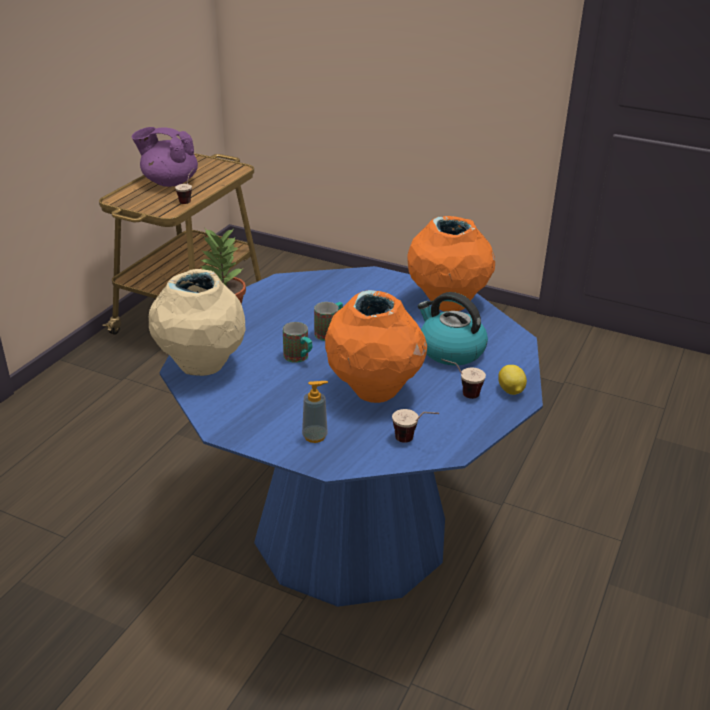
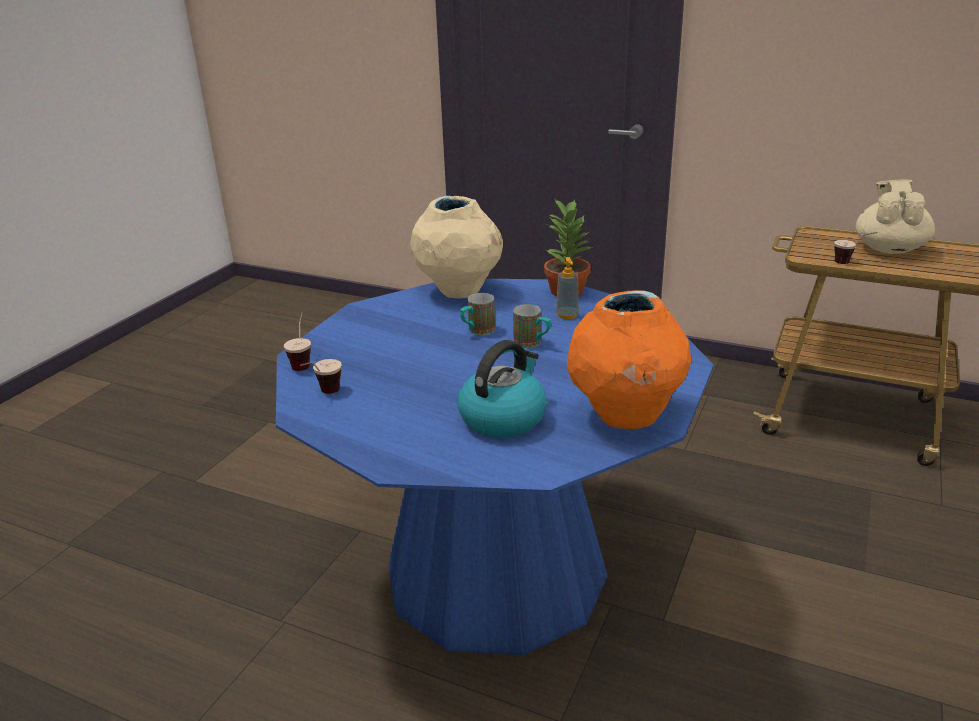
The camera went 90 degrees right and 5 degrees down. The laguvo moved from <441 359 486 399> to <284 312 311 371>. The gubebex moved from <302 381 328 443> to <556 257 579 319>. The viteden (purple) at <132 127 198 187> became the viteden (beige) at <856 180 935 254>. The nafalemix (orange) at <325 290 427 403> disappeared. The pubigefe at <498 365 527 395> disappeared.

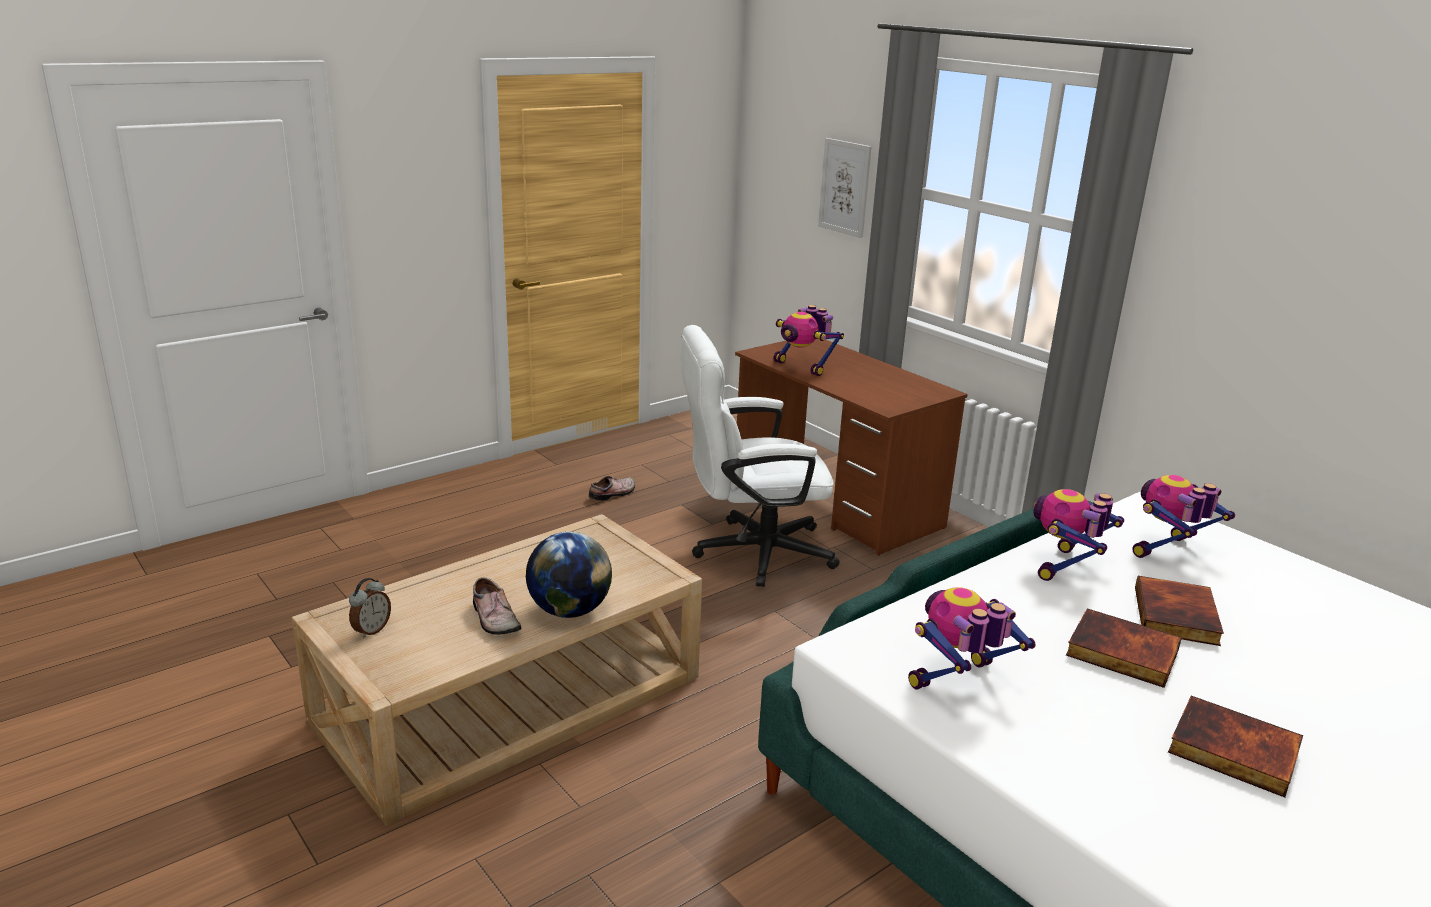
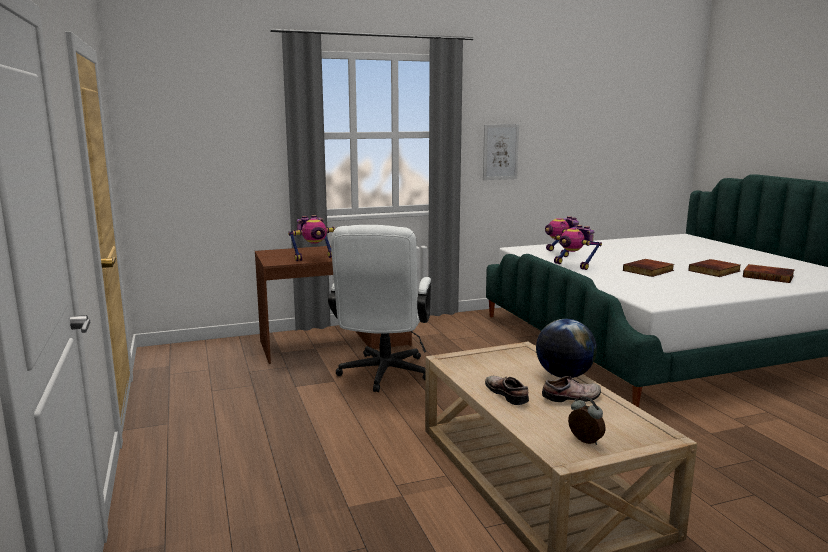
The camera went 70 degrees left and 10 degrees down. The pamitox moved from <818 138 872 238> to <483 124 519 180>. The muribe moved from <589 476 635 501> to <485 376 529 405>. The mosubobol moved from <1135 576 1224 646> to <743 264 795 283>. The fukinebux at <908 587 1036 690> disappeared.

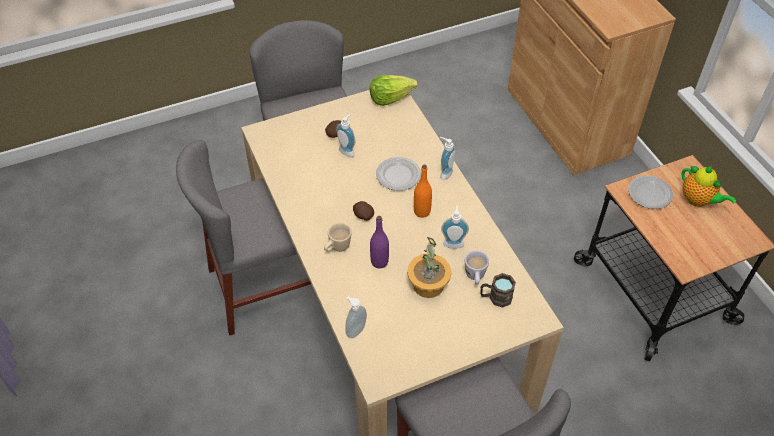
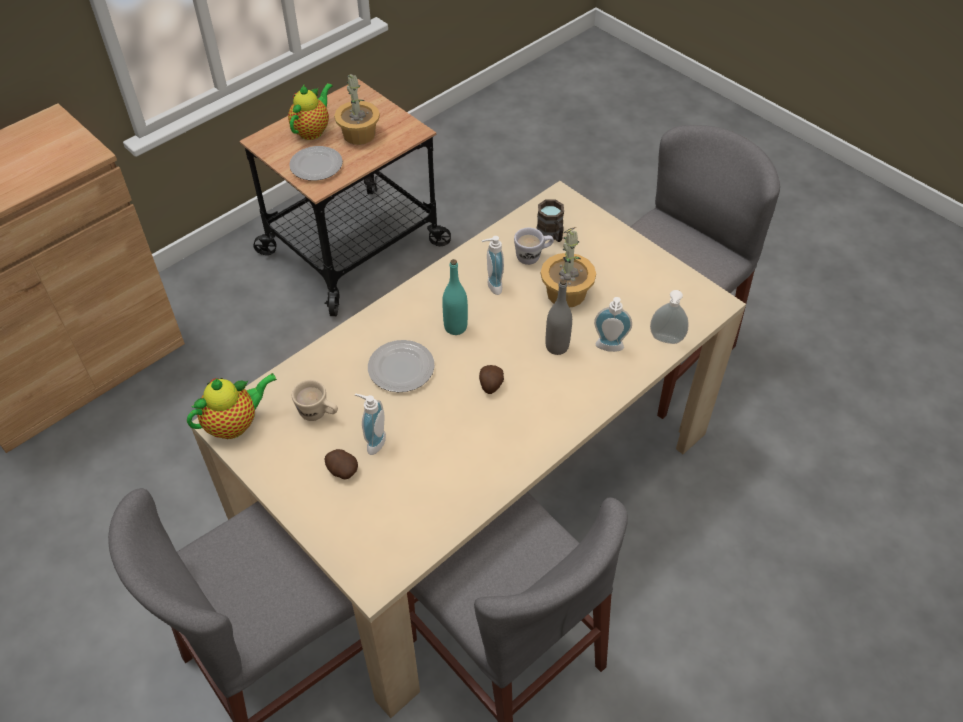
The camera went 110 degrees left and 0 degrees up. The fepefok at <370 75 418 106> was replaced by the viteden at <187 373 277 439>. The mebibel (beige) moved from <324 223 352 252> to <292 380 338 421>. The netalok at <334 74 380 145> appeared. The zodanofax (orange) at <414 165 432 218> became the zodanofax (turquoise) at <442 259 468 335>. The zodanofax (purple) at <370 216 389 268> became the zodanofax (grey) at <545 279 572 355>. The gubebex moved from <440 137 455 180> to <594 297 632 352>.

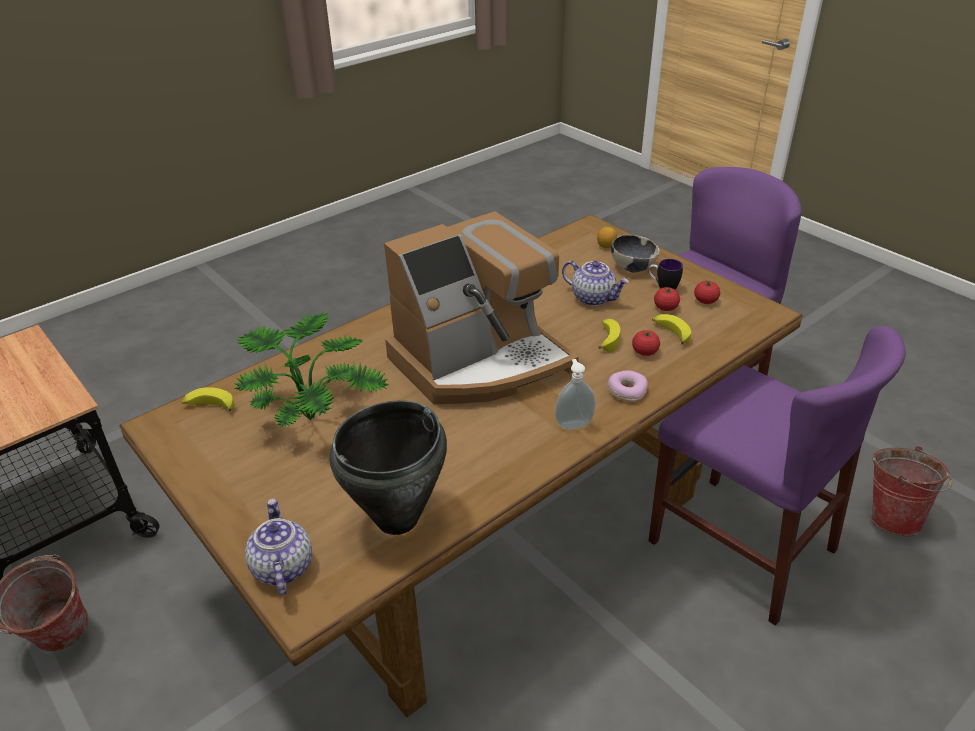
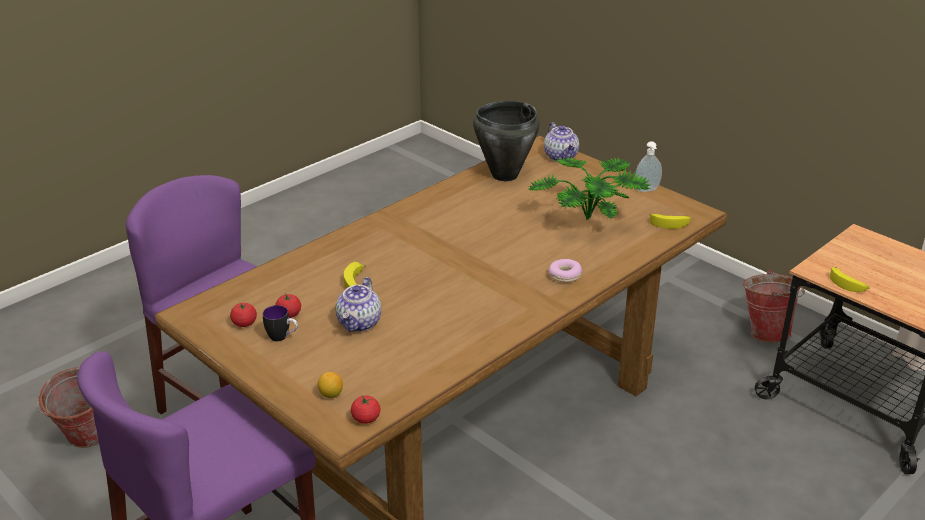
The camera went 175 degrees right and 5 degrees down. The viteden at <562 261 629 306> turned 105 degrees counterclockwise. The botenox moved from <632 330 660 356> to <351 396 380 424>. The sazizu moved from <607 370 648 402> to <549 259 582 283>. The gubebex moved from <555 359 596 429> to <635 141 662 192>. The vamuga moved from <652 314 691 344> to <830 267 870 292>. The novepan at <384 211 579 404> disappeared. The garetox at <611 235 660 272> disappeared.

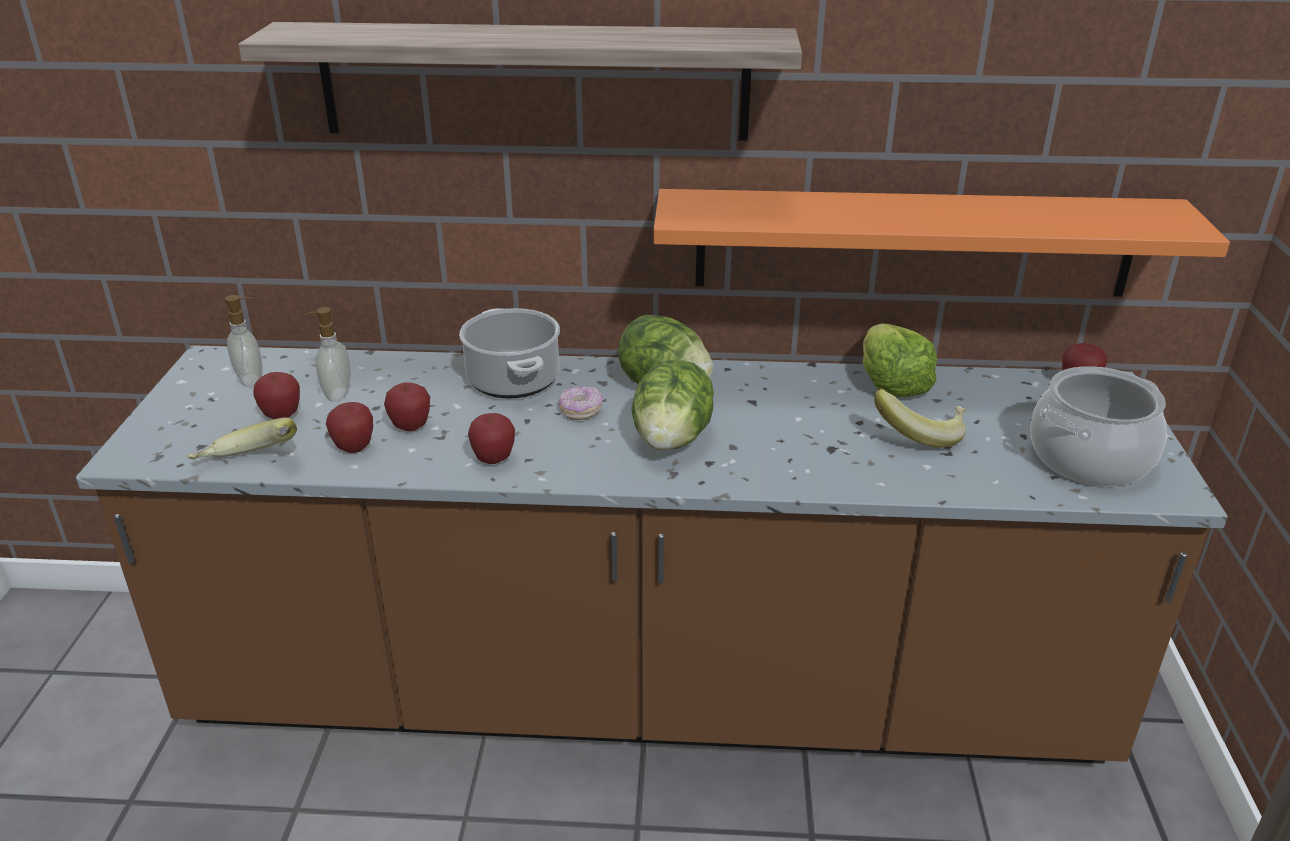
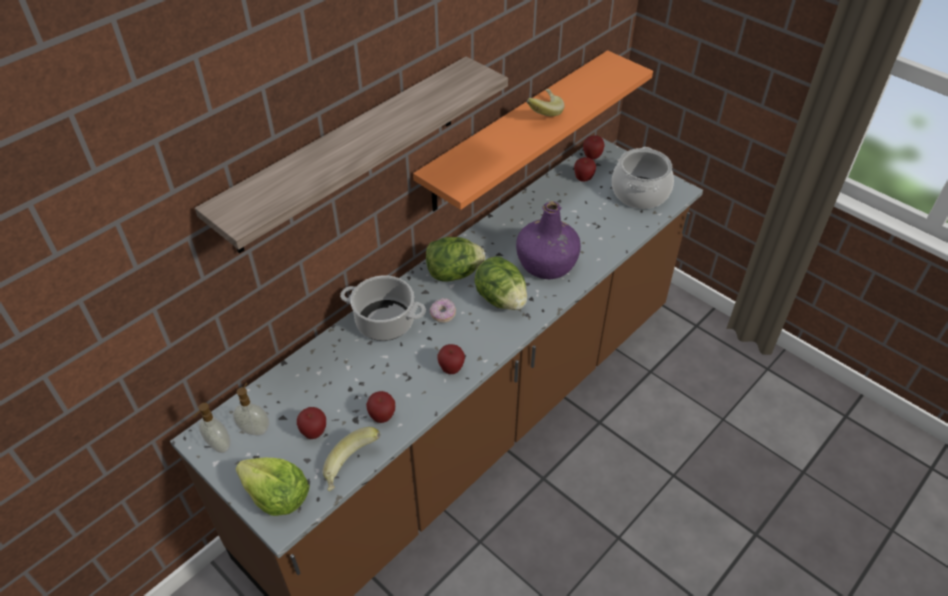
The camera went 50 degrees left and 15 degrees up. The gubebex moved from <305 307 351 401> to <193 403 231 453>. The fepefok moved from <863 324 937 397> to <236 458 310 516>. The zodanofax (purple) at <516 201 581 279> appeared. The vamuga moved from <874 389 966 448> to <526 89 565 116>. The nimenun moved from <384 382 430 431> to <574 157 596 182>.

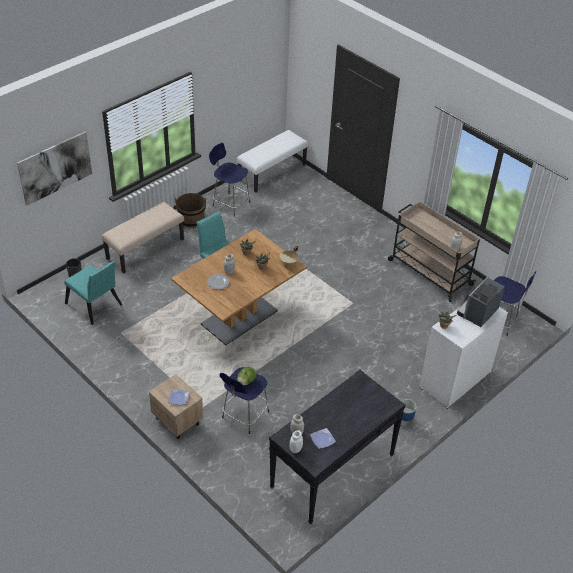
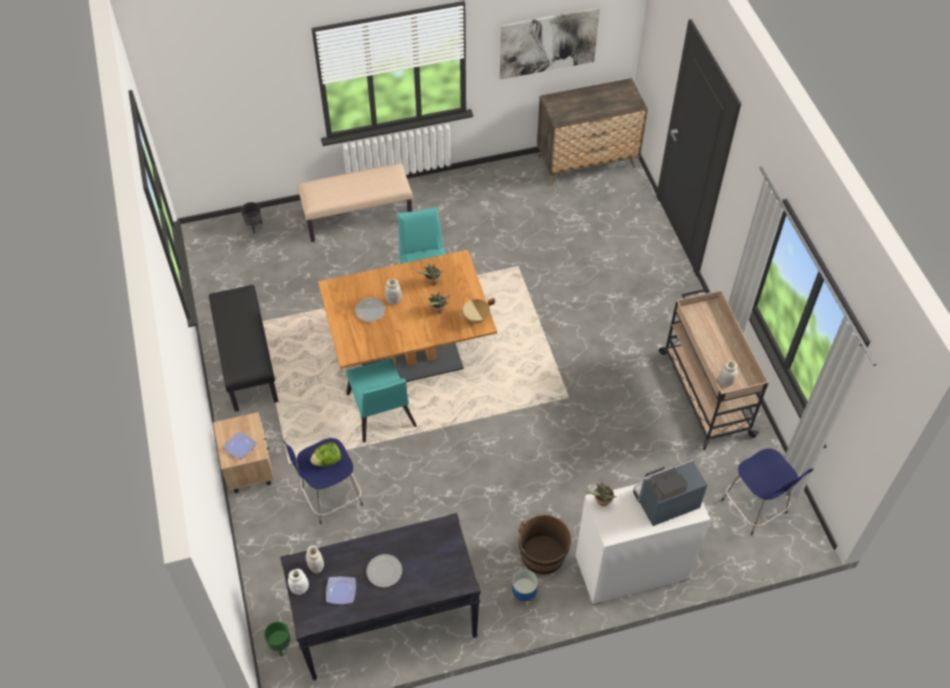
The camera went 30 degrees right and 10 degrees up. The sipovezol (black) at <209 285 279 412> appeared. The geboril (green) at <264 622 291 656> appeared. The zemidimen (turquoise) moved from <64 261 122 325> to <346 358 417 443>. The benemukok at <366 554 402 587> appeared. The pamitox moved from <17 131 92 206> to <500 7 600 80>. The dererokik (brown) moved from <175 193 206 228> to <518 515 572 575>. The sipovezol (white) at <237 130 308 193> was replaced by the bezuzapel at <537 78 648 186>. The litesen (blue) at <209 143 250 217> disappeared.

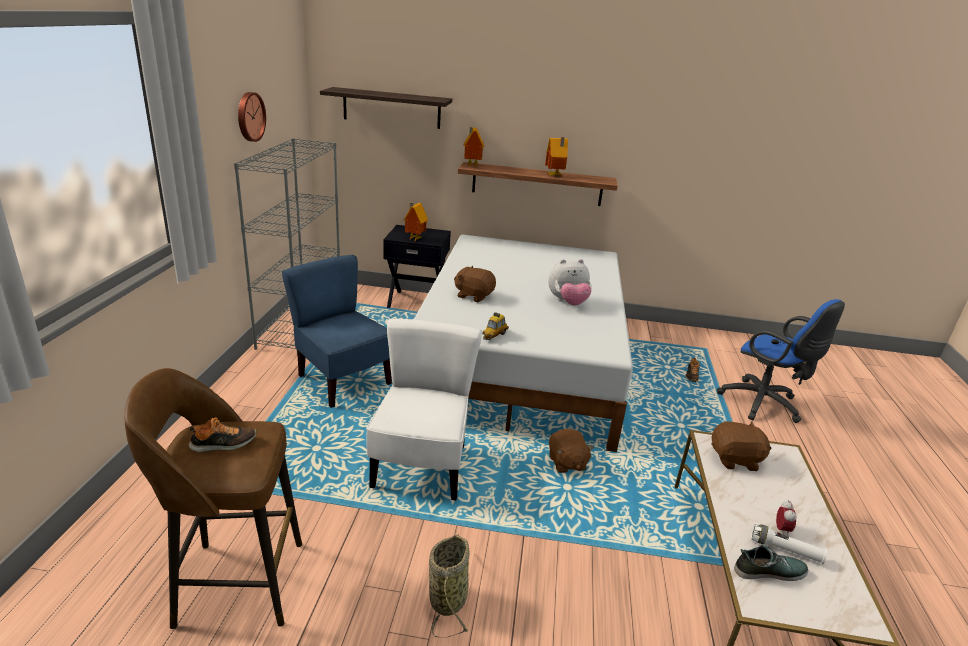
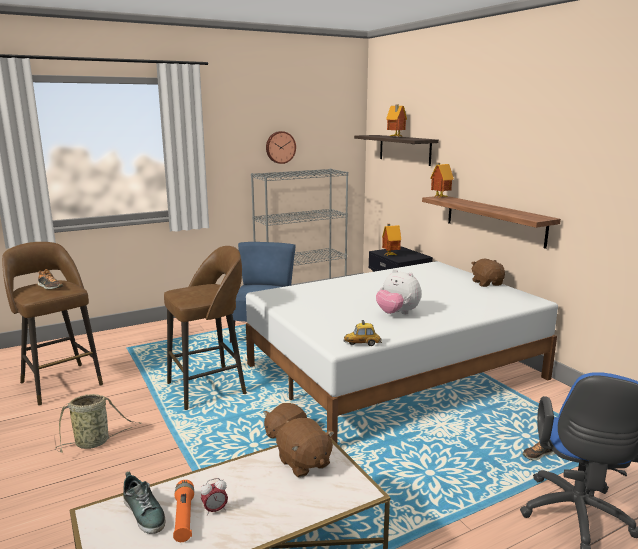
The camera went 55 degrees right and 10 degrees down. The zemidimen (white) at <366 319 482 500> was replaced by the litesen (brown) at <164 246 247 410>. The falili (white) at <751 523 827 564> became the falili (orange) at <173 480 194 542>. The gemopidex moved from <482 312 509 340> to <343 320 382 346>. The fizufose moved from <545 137 568 176> to <386 104 407 137>. The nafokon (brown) moved from <454 265 496 302> to <471 259 505 287>.

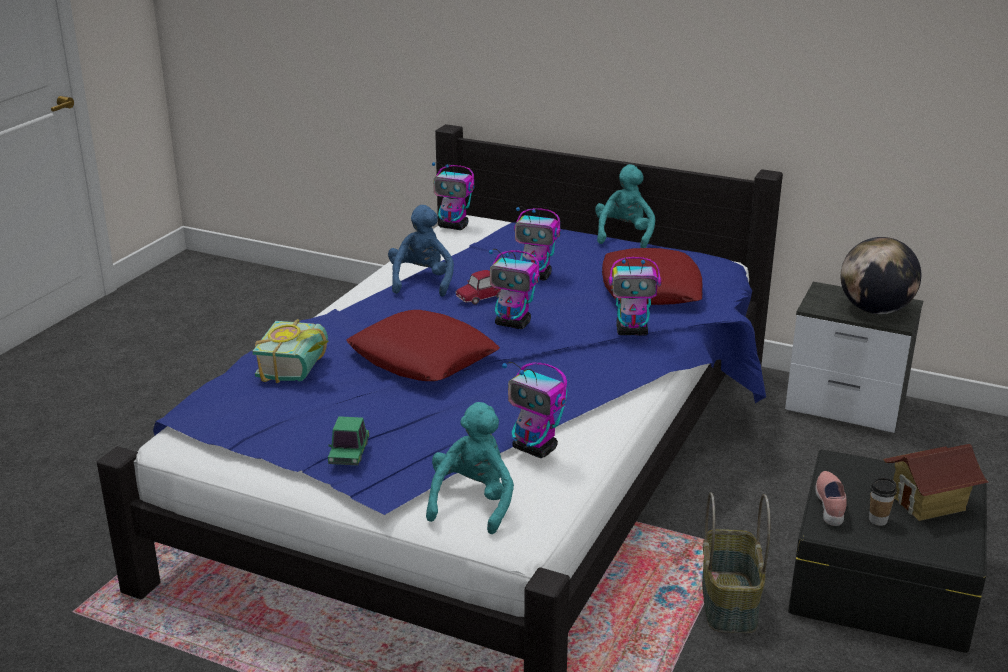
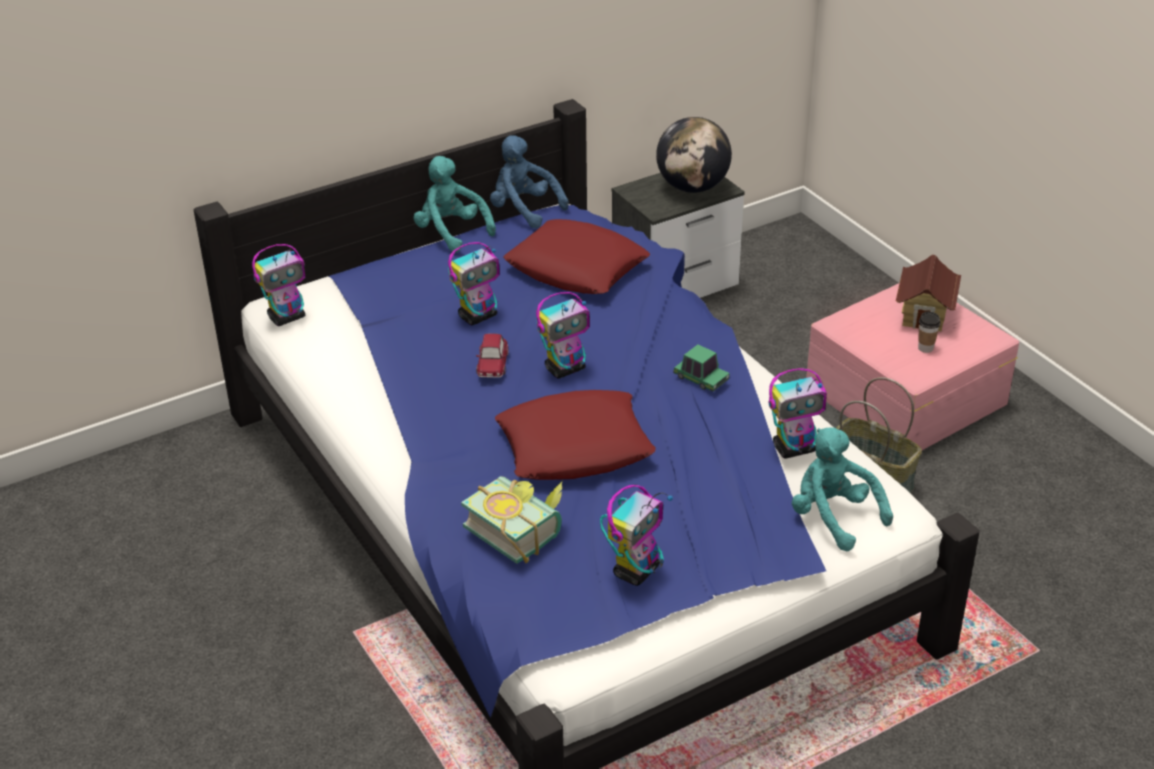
The camera went 55 degrees left and 10 degrees up. The nafokon (blue) moved from <388 205 454 297> to <490 135 569 228>. The fukinebux moved from <608 257 661 335> to <600 485 673 586>. The gemopidex moved from <328 416 369 466> to <673 344 729 392>. The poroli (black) at <788 450 987 653> became the poroli (pink) at <806 283 1019 450>. The muribe (pink) at <815 471 847 526> disappeared.

